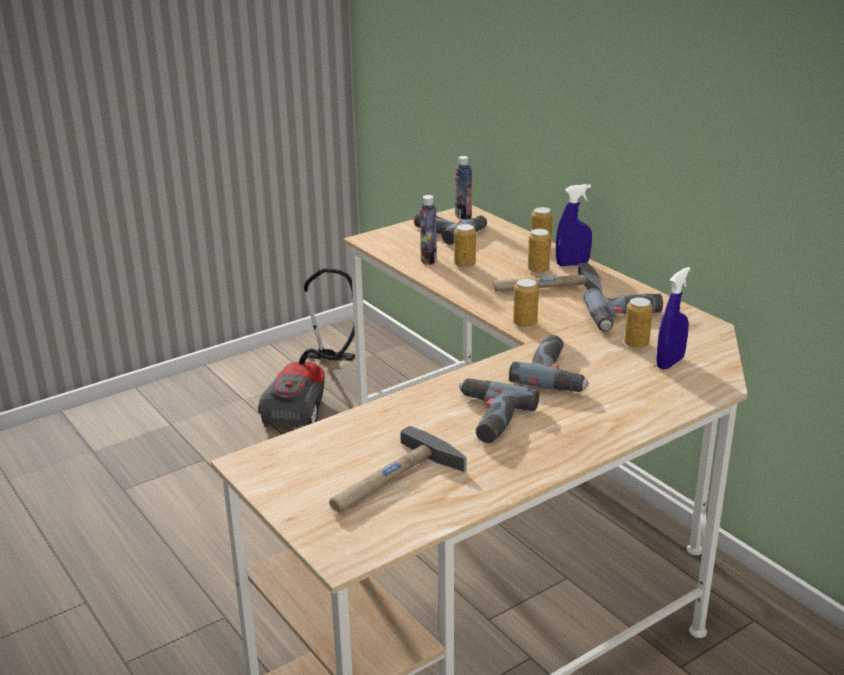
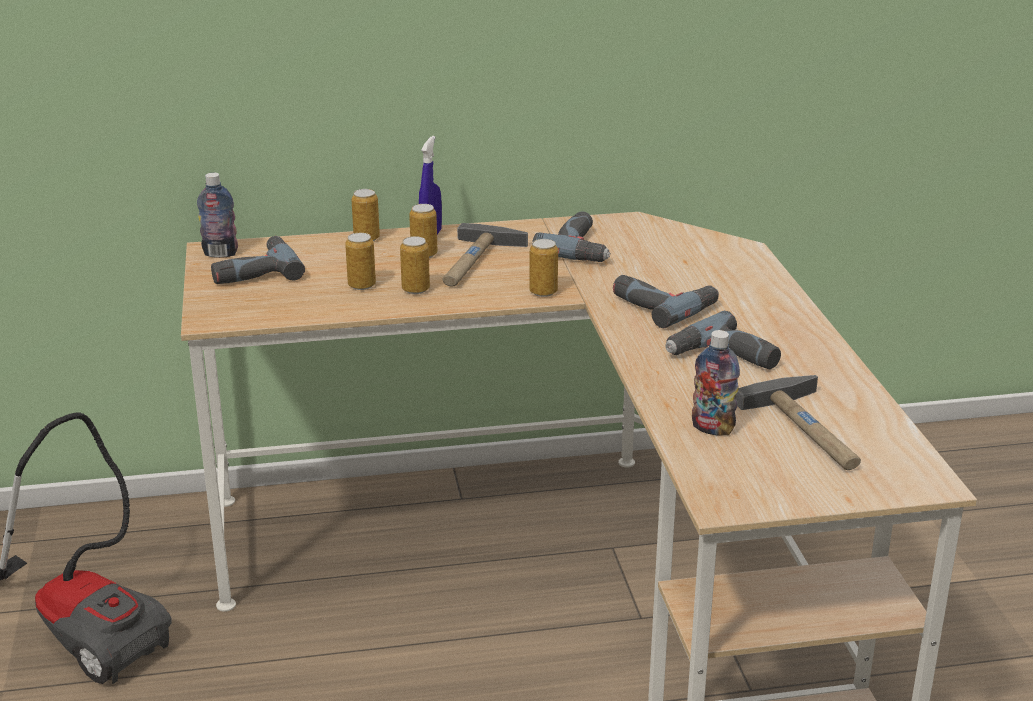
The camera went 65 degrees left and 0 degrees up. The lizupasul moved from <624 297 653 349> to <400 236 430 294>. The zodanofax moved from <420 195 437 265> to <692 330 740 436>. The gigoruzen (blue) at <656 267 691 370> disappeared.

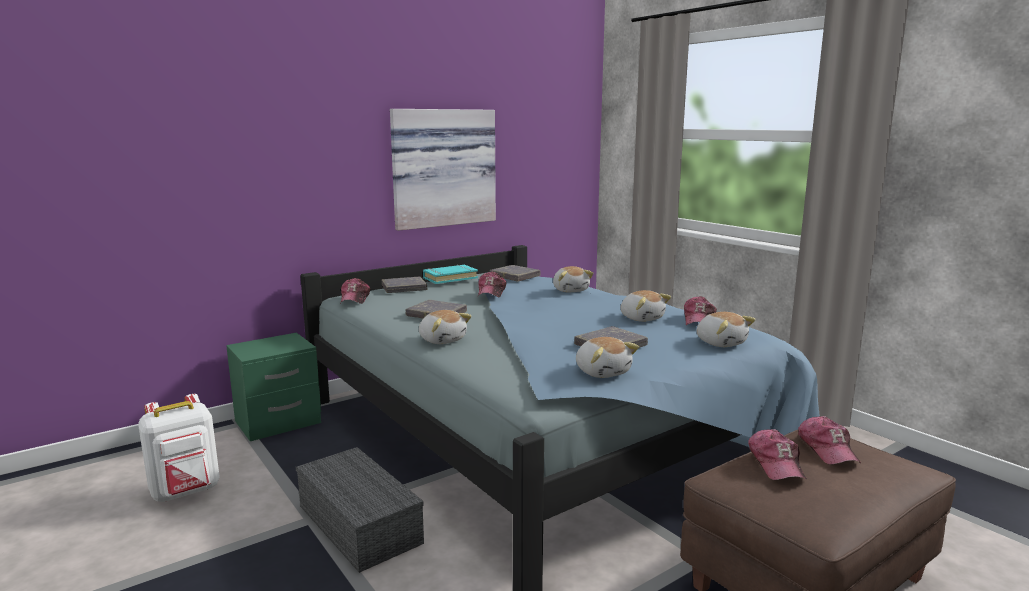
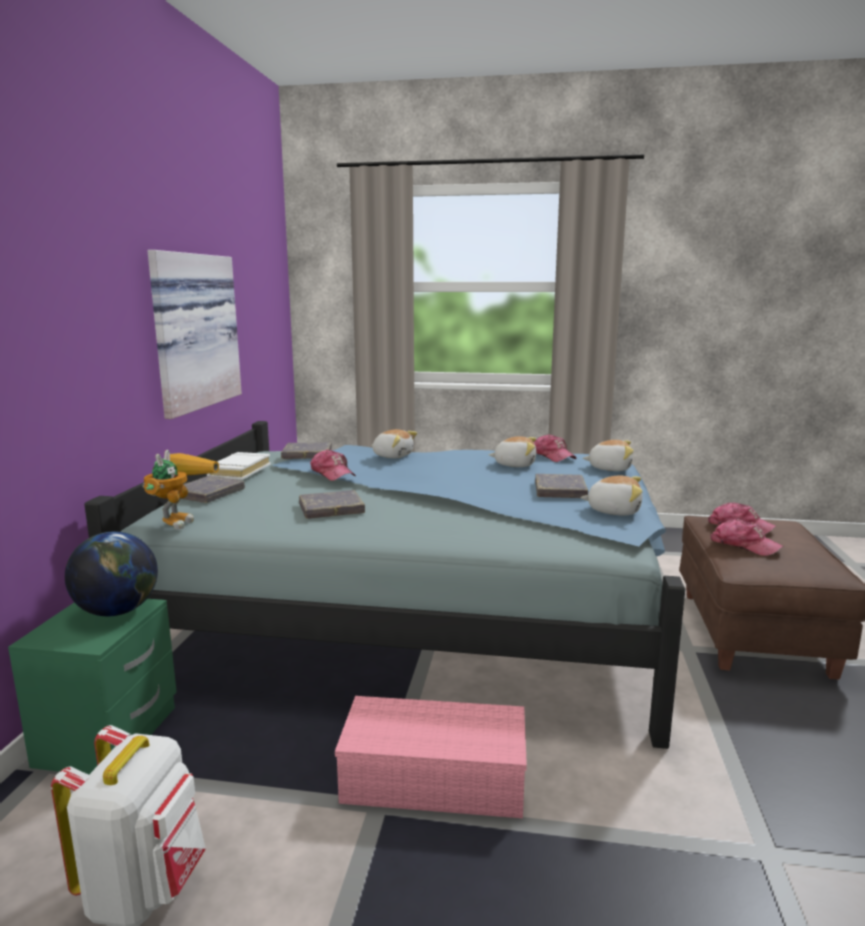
The camera went 45 degrees left and 0 degrees up. The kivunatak at <65 531 158 616> appeared. The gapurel at <341 278 370 304> was replaced by the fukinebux at <142 450 219 530>. The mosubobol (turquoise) at <423 265 478 284> became the mosubobol (white) at <207 452 271 480>. The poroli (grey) at <296 447 424 573> became the poroli (pink) at <335 696 527 818>. The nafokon at <419 310 472 344> disappeared.

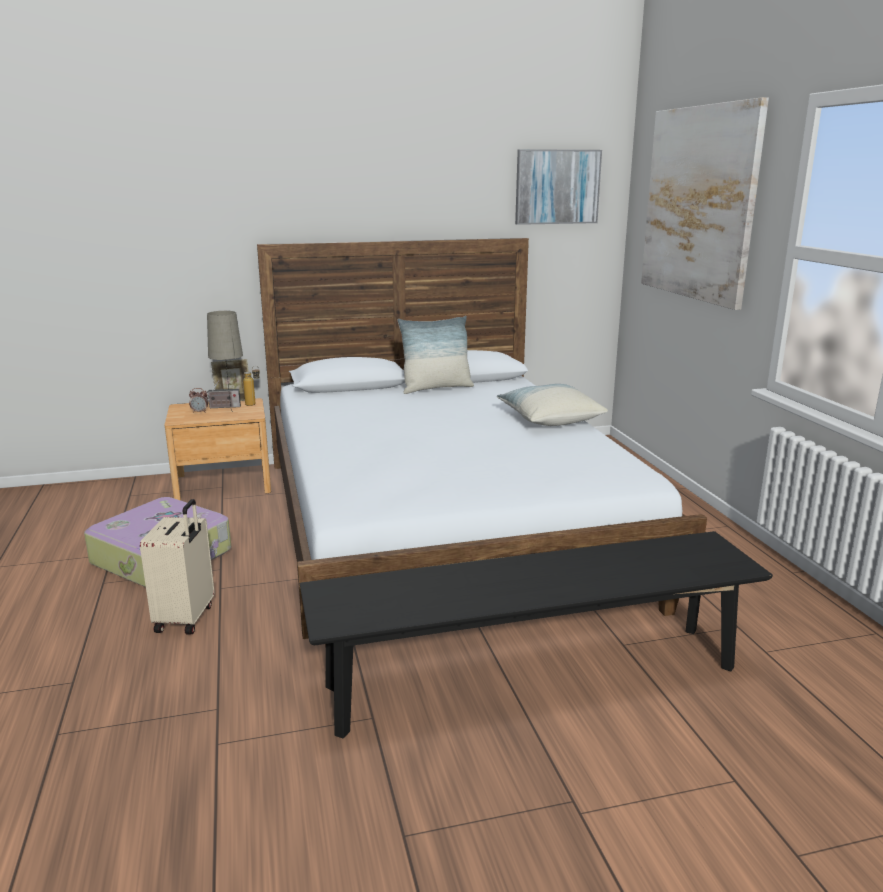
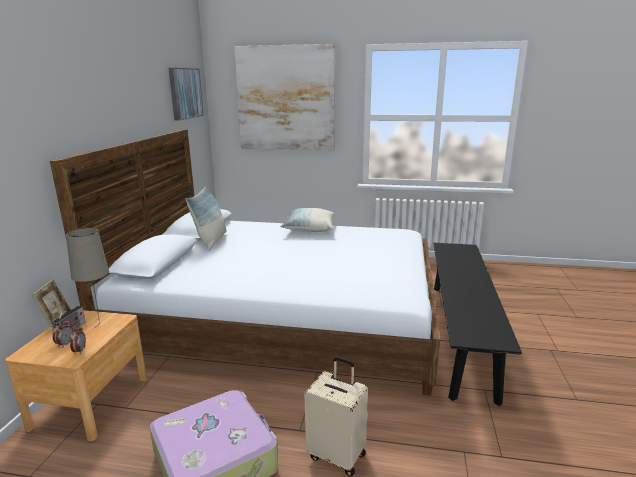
The camera went 65 degrees left and 0 degrees up. The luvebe at <70 325 86 354> appeared. The zodanofax at <243 366 260 406> disappeared.

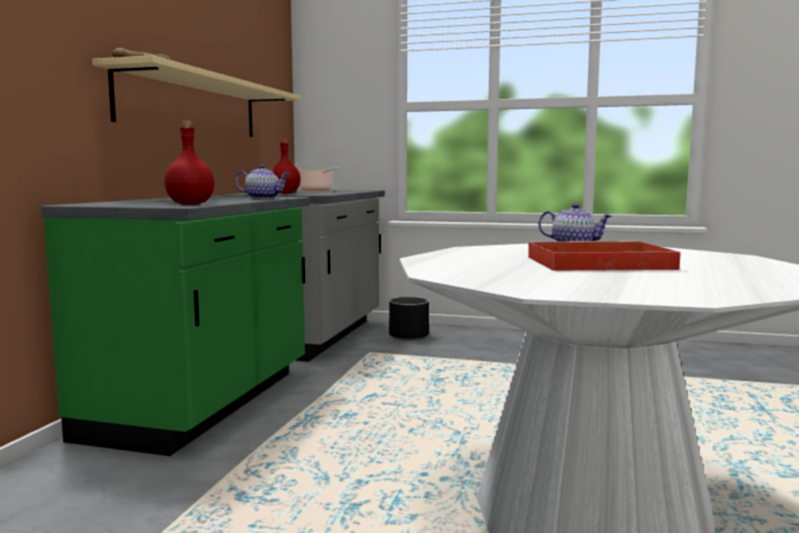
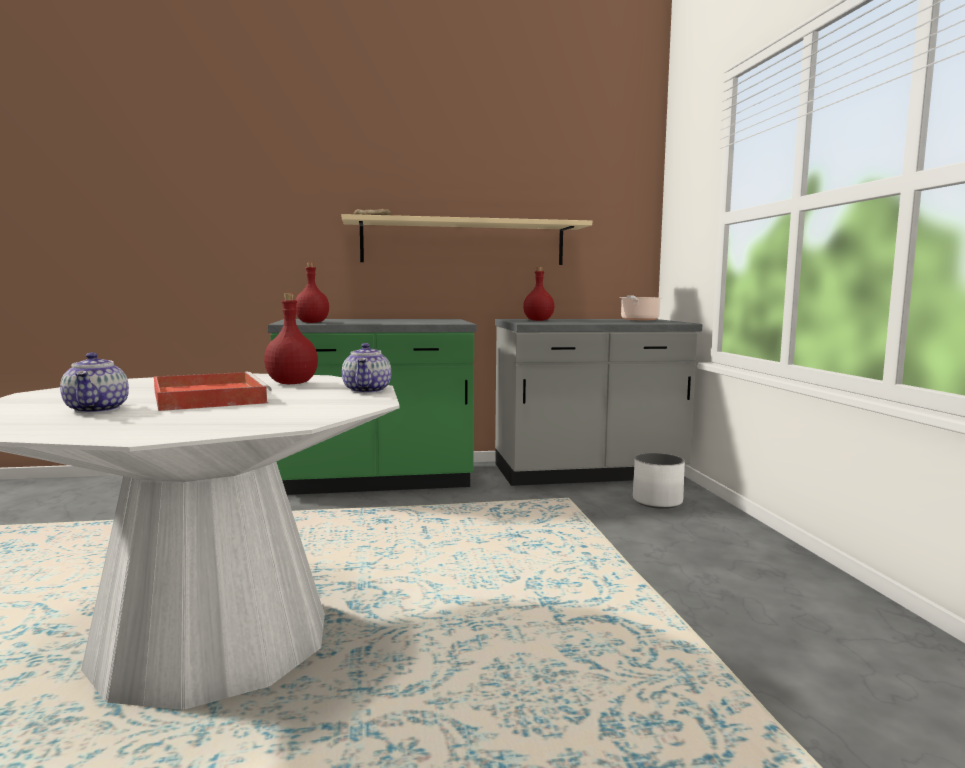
The camera went 65 degrees right and 0 degrees up. The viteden moved from <235 165 289 199> to <60 352 129 413>. The zodanofax (red) at <264 293 318 384> appeared. The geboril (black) at <389 297 429 340> became the geboril (white) at <633 453 685 509>.

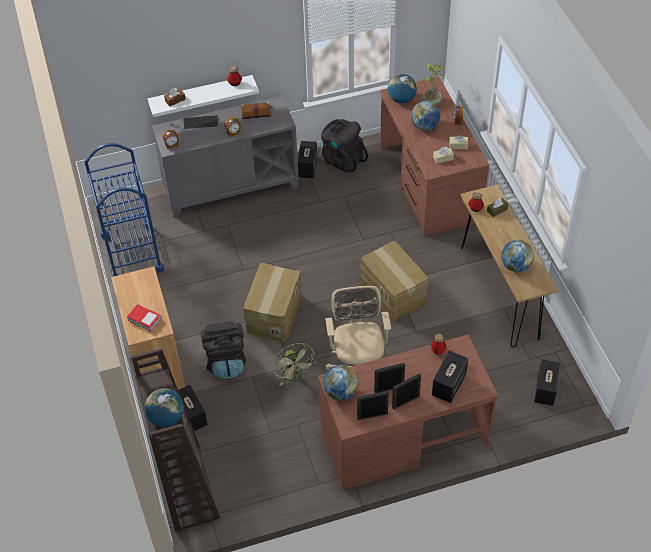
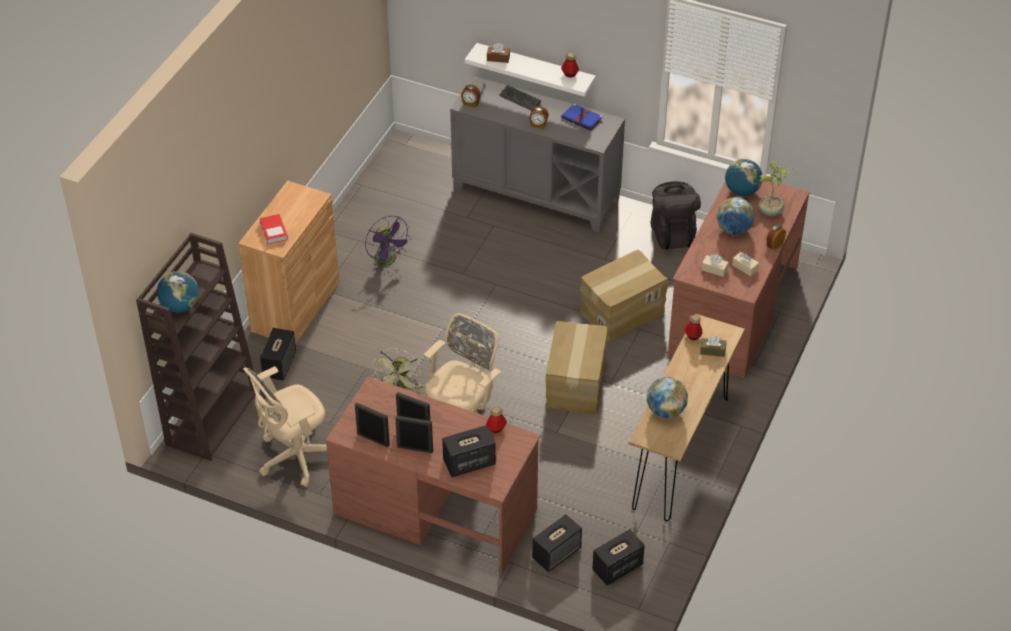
The camera went 40 degrees right and 5 degrees down. The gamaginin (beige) at <243 366 327 487> appeared. The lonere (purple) at <365 216 411 271> appeared. The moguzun moved from <298 141 317 178> to <532 514 582 572>. The mosubobol (brown) at <241 102 272 119> became the mosubobol (blue) at <561 103 603 131>. The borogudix moved from <243 263 302 341> to <580 250 669 341>. The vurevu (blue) at <85 143 164 277> disappeared. The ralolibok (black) at <200 321 246 379> disappeared. The kivunatak at <323 365 359 401> disappeared.

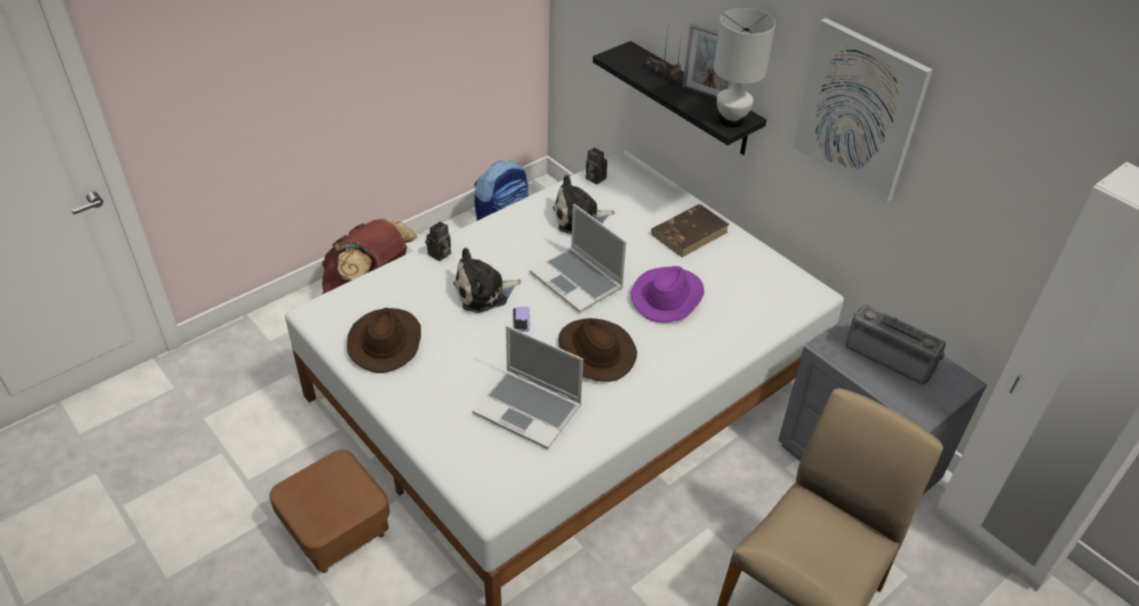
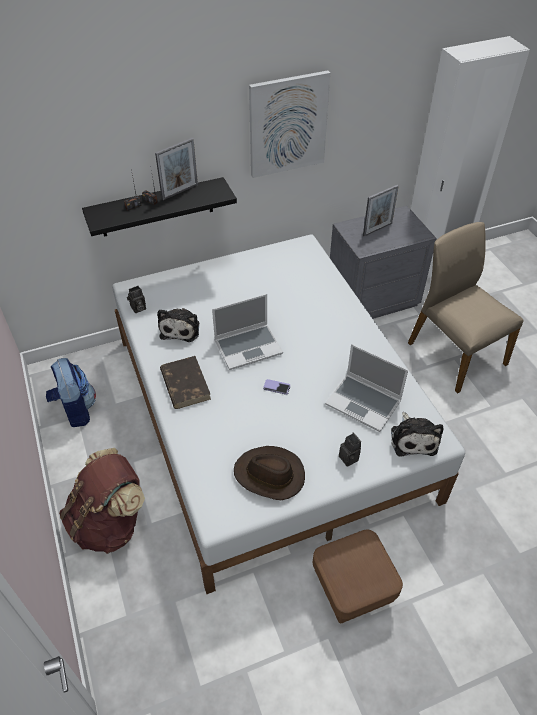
The camera went 70 degrees left and 5 degrees up. The mosubobol (brown) moved from <651 204 730 257> to <160 356 211 409>. The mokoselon at <472 326 583 449> turned 75 degrees clockwise. The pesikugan moved from <425 221 451 261> to <339 433 361 467>. The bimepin at <845 305 946 385> was replaced by the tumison at <363 185 399 236>. The nafokon moved from <453 248 521 313> to <391 412 443 456>. The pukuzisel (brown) at <559 318 637 382> disappeared. The pukuzisel (purple) at <630 266 704 323> disappeared. The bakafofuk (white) at <714 8 776 128> disappeared.

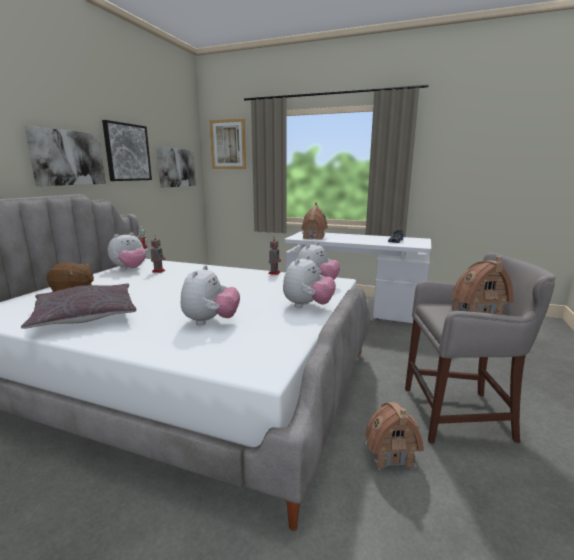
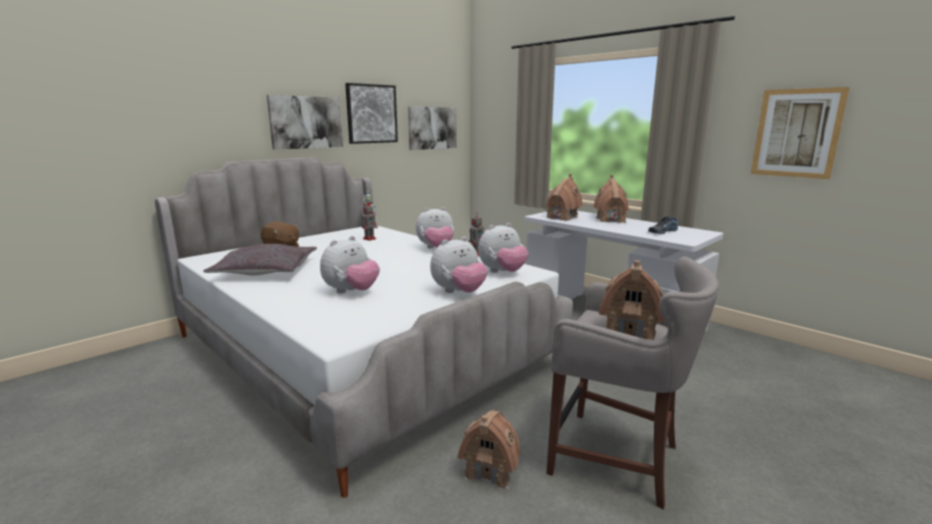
The camera went 25 degrees right and 0 degrees up. The nafokon moved from <108 232 146 270> to <416 207 454 248>. The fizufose at <594 175 629 223> appeared. The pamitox moved from <210 119 246 169> to <751 87 850 179>.

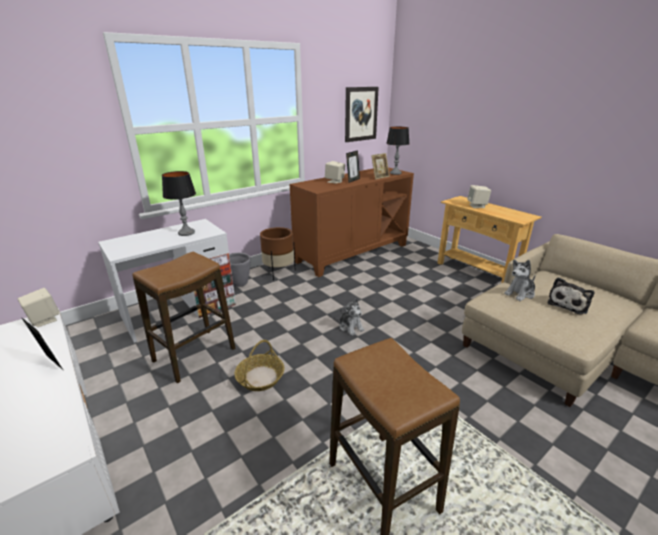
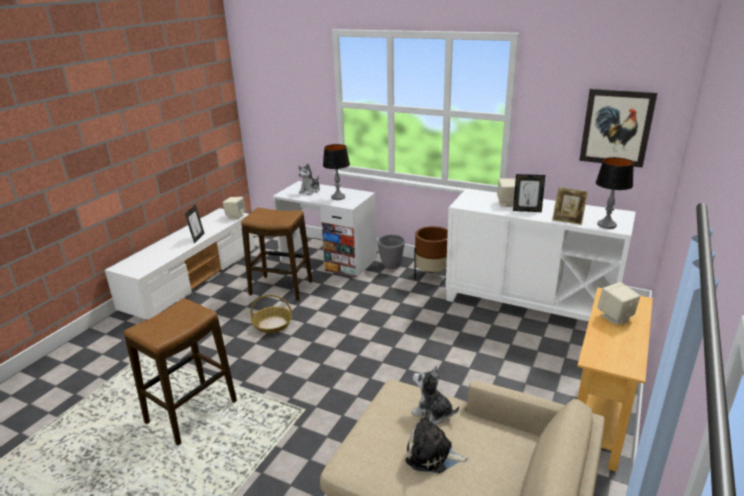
The camera went 65 degrees right and 0 degrees up. The nafokon moved from <340 298 364 336> to <299 163 320 195>. The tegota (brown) at <290 167 414 277> became the tegota (white) at <446 188 636 322>.

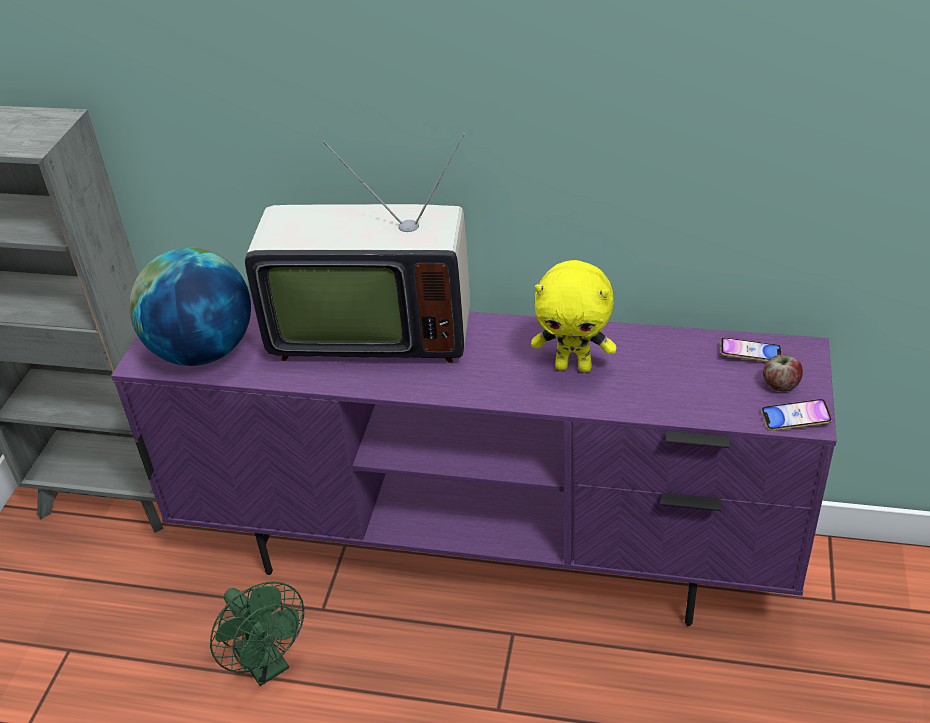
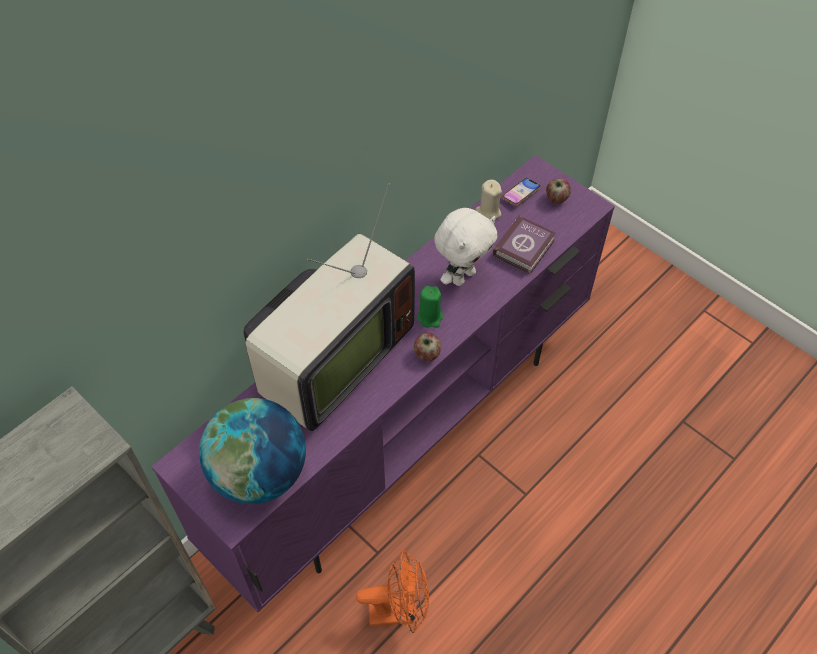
The camera went 60 degrees left and 15 degrees up. The lonere (green) at <210 581 304 686> became the lonere (orange) at <356 550 429 633>. The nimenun at <414 333 441 361> appeared. The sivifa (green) at <417 286 443 328> appeared. The nafokon (yellow) at <531 260 616 373> became the nafokon (white) at <434 208 498 286>. The sivifa (beige) at <475 180 502 220> appeared. The mosubobol at <493 215 556 275> appeared. The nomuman at <761 399 832 431> disappeared.

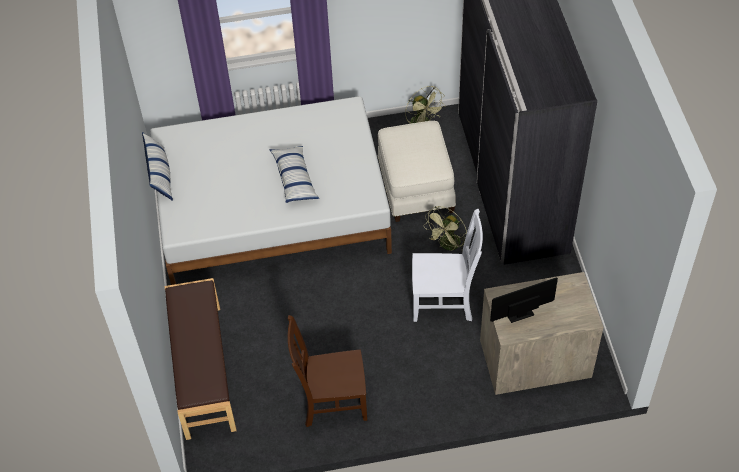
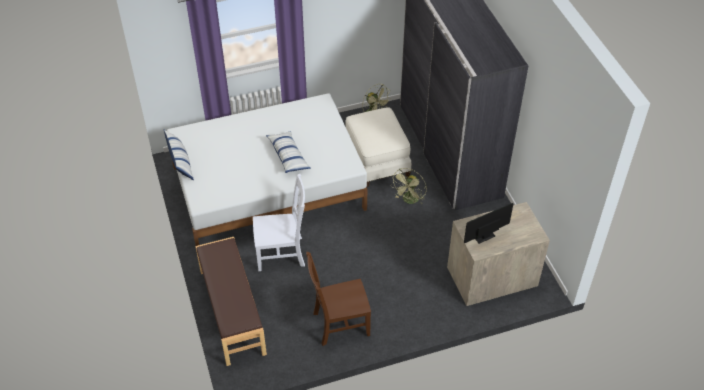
The camera went 10 degrees left and 5 degrees down. The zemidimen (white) moved from <412 209 483 322> to <253 174 305 271>.

